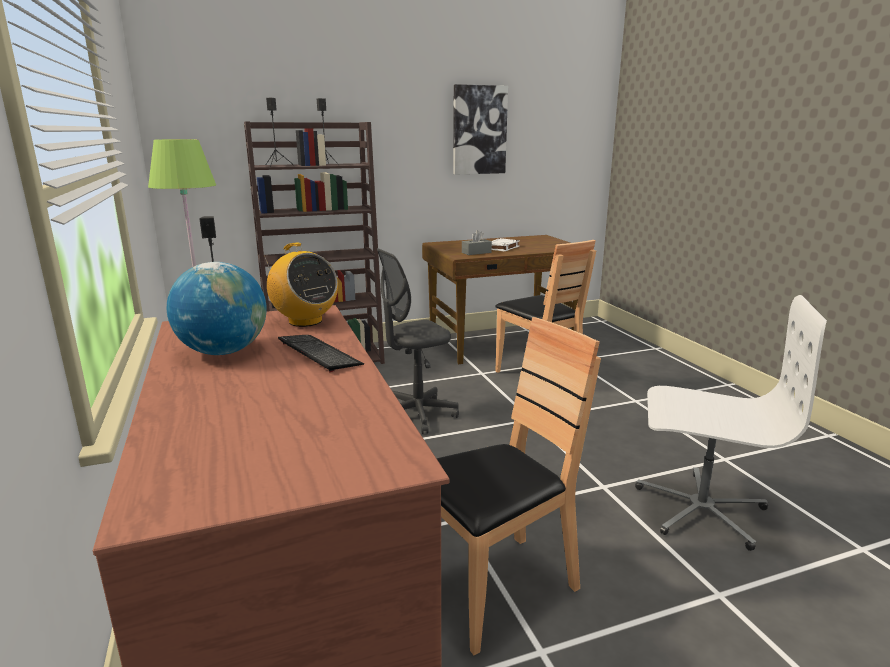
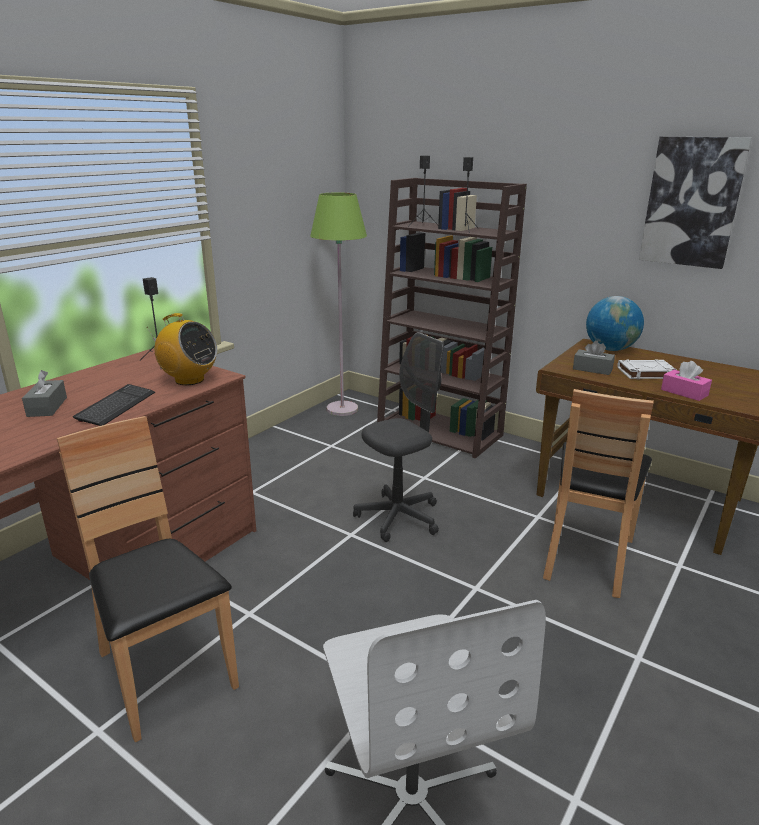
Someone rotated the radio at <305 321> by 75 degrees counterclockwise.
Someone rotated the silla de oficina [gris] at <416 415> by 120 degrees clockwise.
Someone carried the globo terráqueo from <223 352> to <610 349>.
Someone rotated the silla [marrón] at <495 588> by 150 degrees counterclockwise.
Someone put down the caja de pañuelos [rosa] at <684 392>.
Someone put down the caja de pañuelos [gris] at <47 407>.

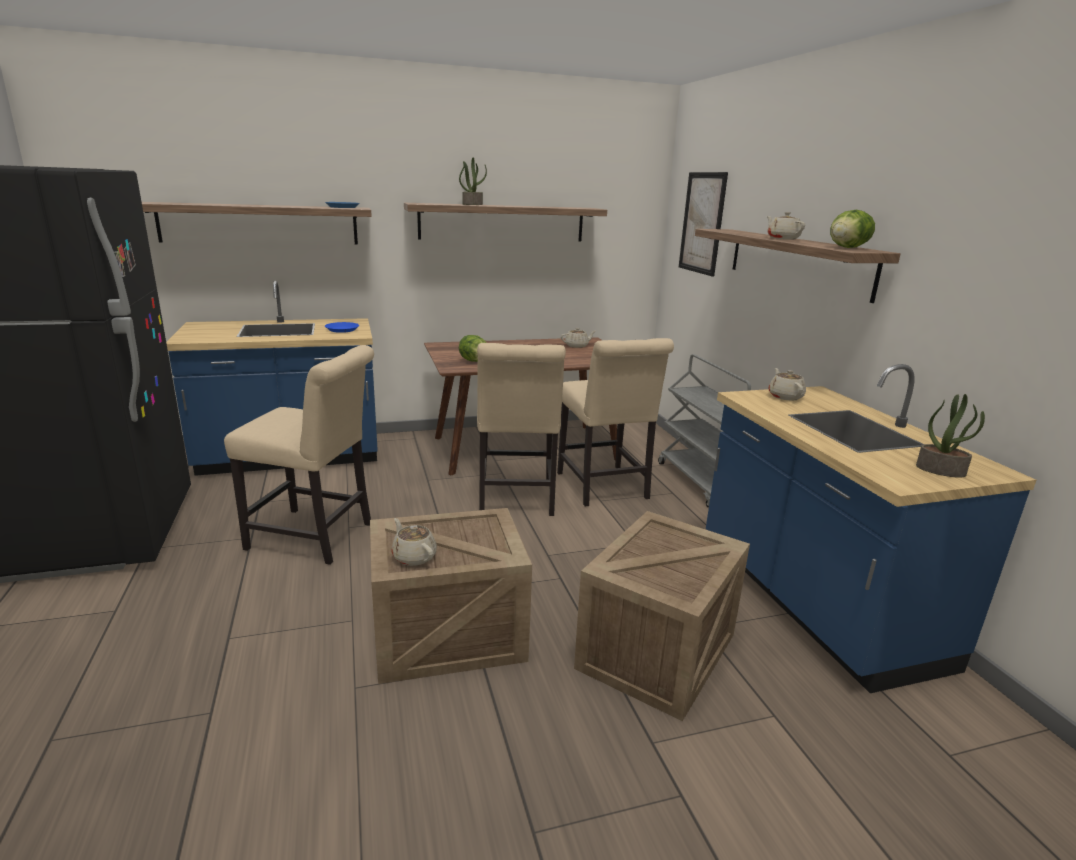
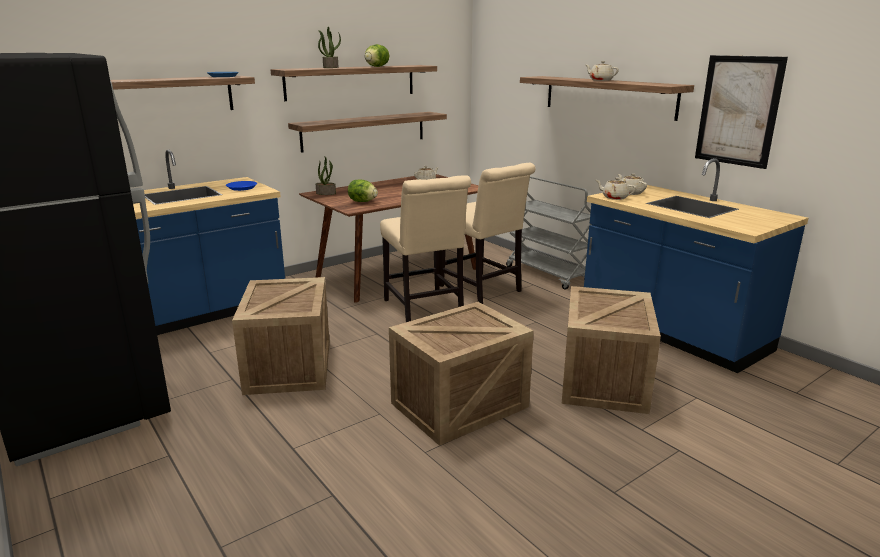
Someone carried the cuadro from <702 223> to <738 111>.
Someone carried the lechuga from <847 248> to <376 66>.
Someone swapped the silla [beis] at <316 537> for the caja de embalaje at <290 367>.
Someone carried the planta en maceta from <941 470> to <326 193>.
Someone carried the tetera [beis] from <414 556> to <614 197>.
Someone put up the estante at <364 131>.

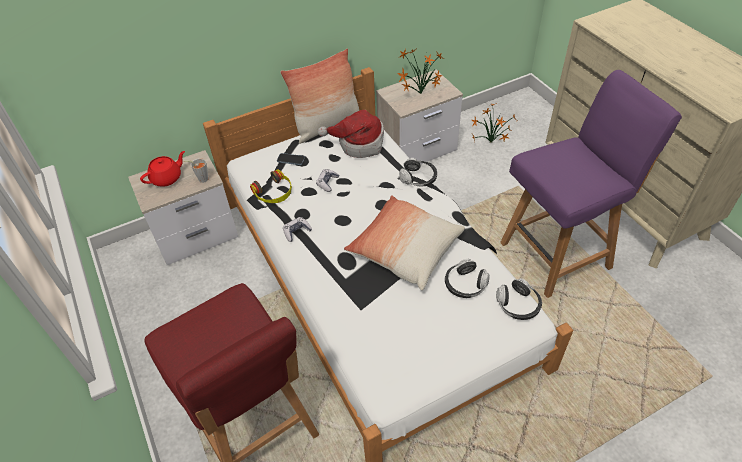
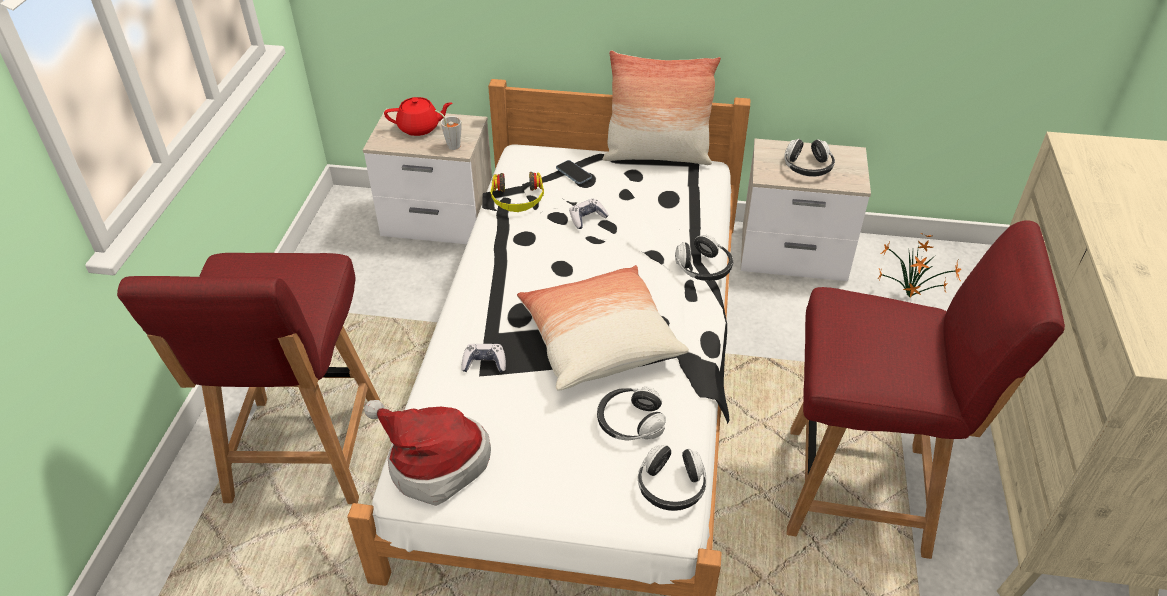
Someone swapped the planta en maceta at <419 94> for the auriculares at <807 167>.
Someone repainted the silla [morado] at <557 254>, which became the silla [rojo] at <862 491>.
Someone carried the sombrero from <358 143> to <433 462>.
Someone carried the mando de consola from <296 232> to <484 363>.

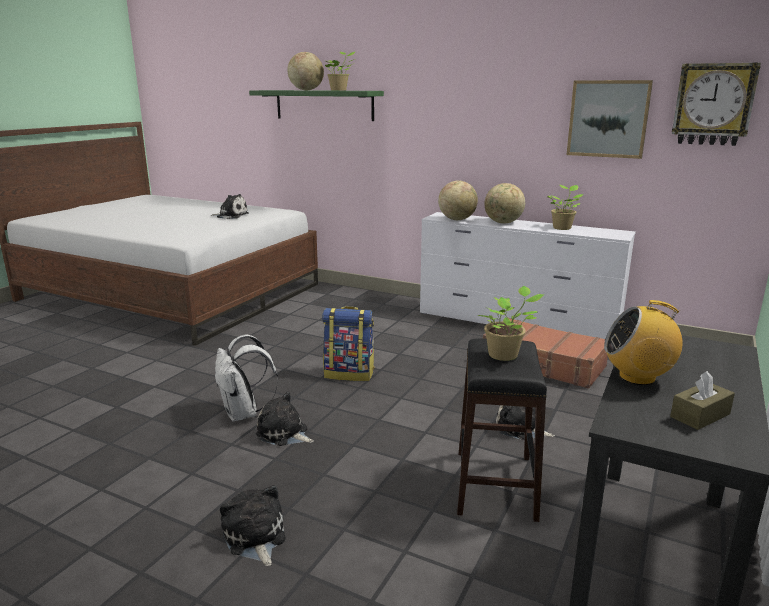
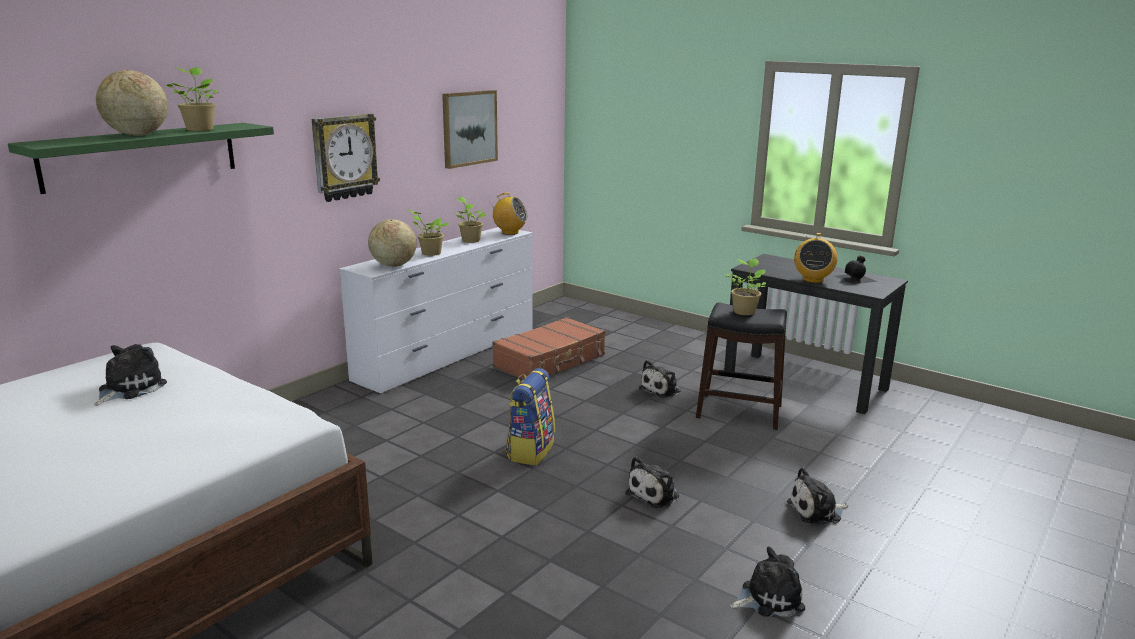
Someone carried the reloj de pared from <713 104> to <344 157>.
Someone swapped the globo terráqueo at <503 223> for the planta en maceta at <429 253>.
Someone took away the mochila [blanco] at <244 413>.
Someone swapped the caja de pañuelos [marrón] at <700 415> for the botella [negro] at <856 278>.
Someone put down the radio at <510 232>.
Someone put down the peluche at <768 598>.

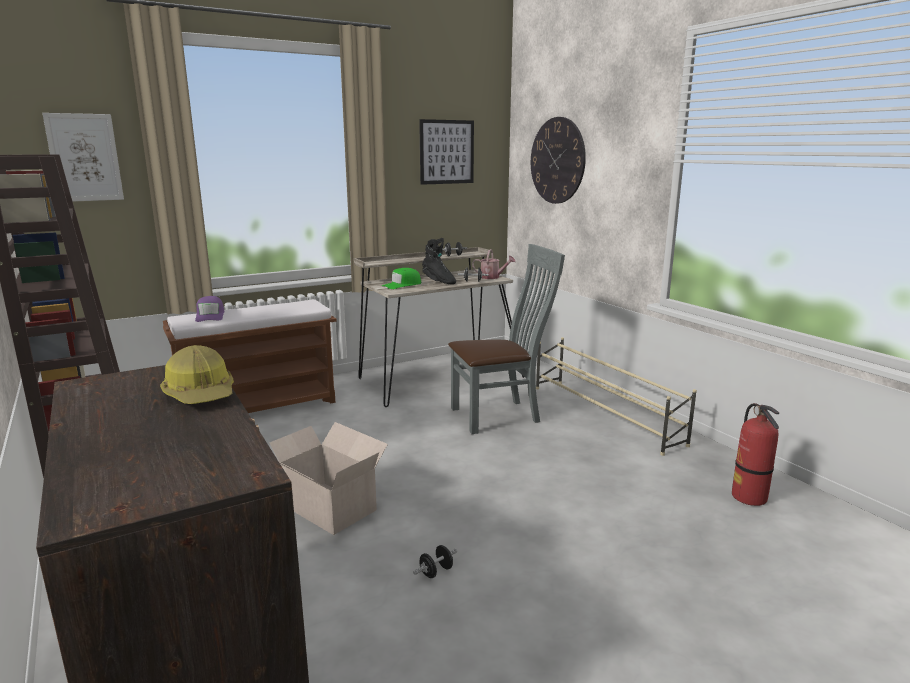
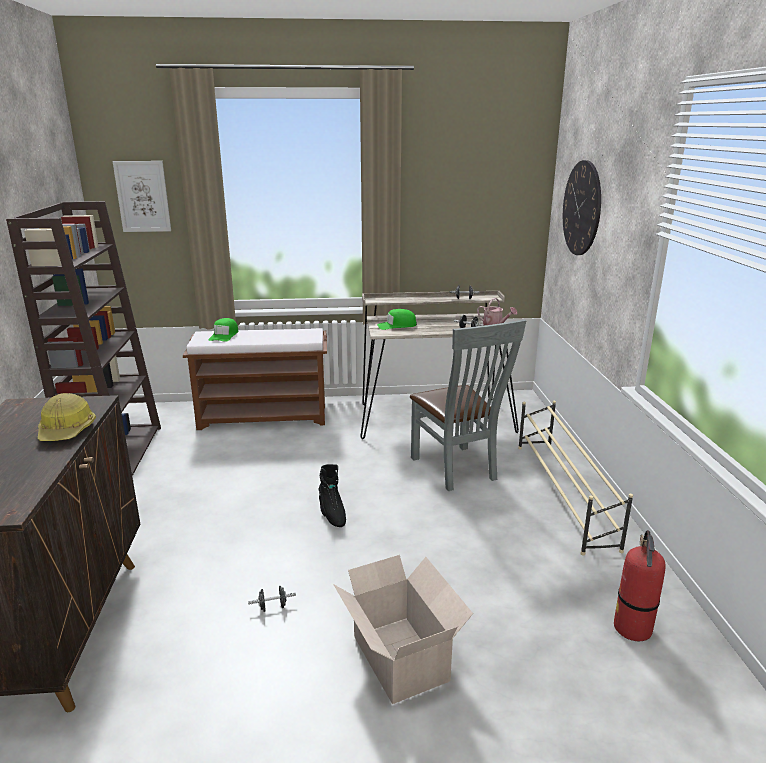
Someone took away the cuadro at <447 152>.
Someone carried the bota [negro] from <438 281> to <332 514>.
Someone rotated the silla [gris] at <500 415> by 60 degrees clockwise.
Someone repainted the gorra [morado] at <210 316>, which became the gorra [verde] at <224 335>.
Someone carried the caja de cartón from <327 506> to <399 655>.

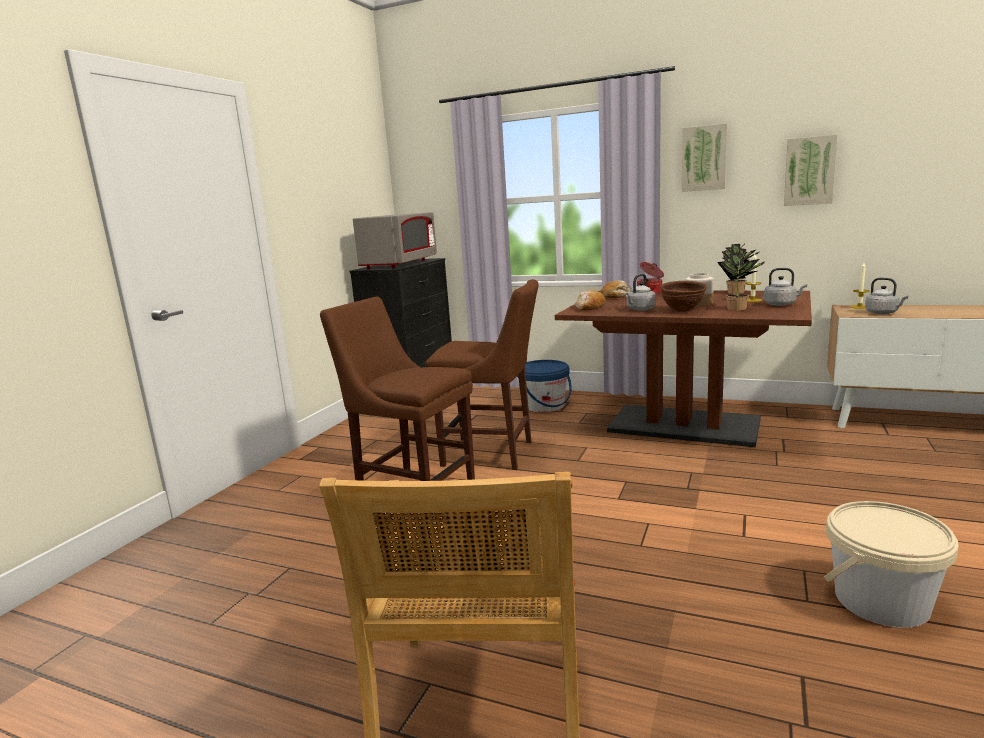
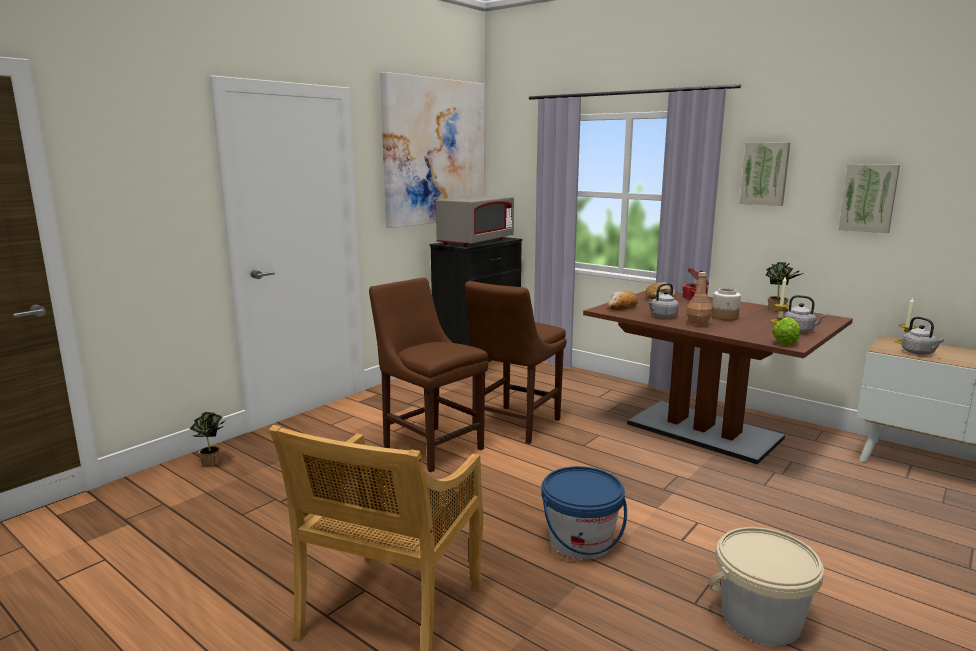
Someone carried the planta en maceta from <739 308> to <213 462>.
Someone rotated the silla [marrón] at <492 454> by 90 degrees clockwise.
Someone swapped the cuenco [marrón] at <682 311> for the botella [marrón] at <698 324>.
Someone carried the cubo [azul] from <544 405> to <580 541>.
Someone put up the cuadro at <434 152>.
Someone put down the lechuga at <785 342>.

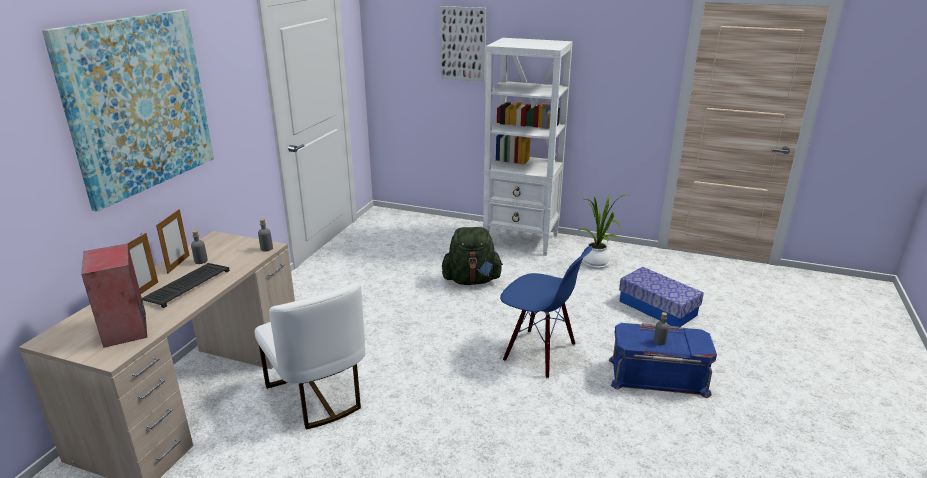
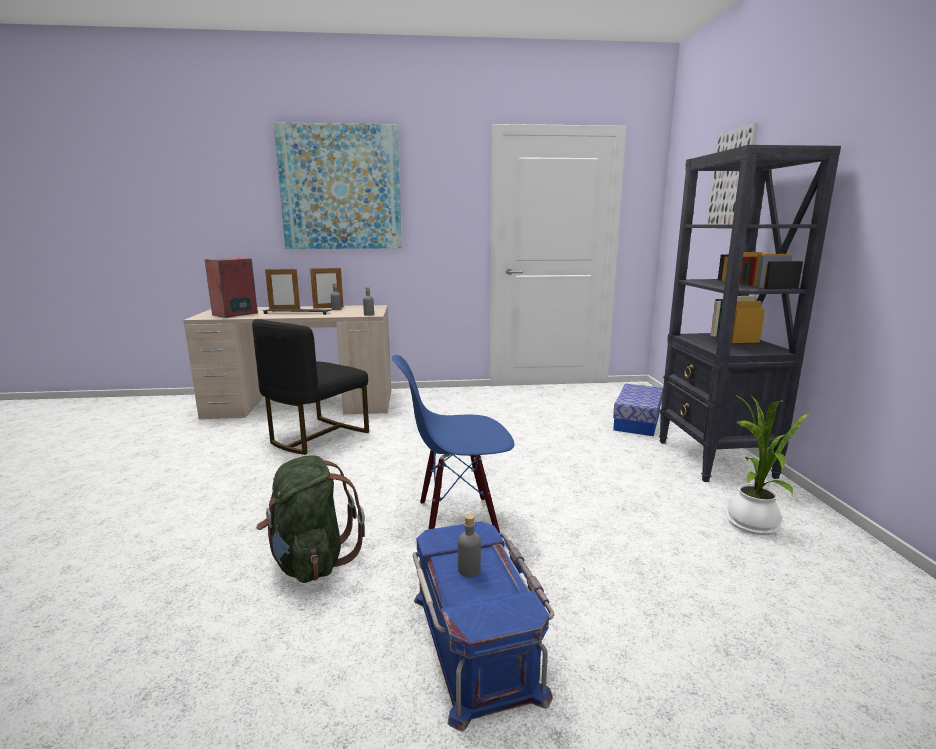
Someone repainted the estantería [blanco] at <522 240>, which became the estantería [negro] at <715 459>.
Someone carried the mochila [verde] from <471 280> to <311 561>.
Someone rotated the silla [azul] at <539 353> by 75 degrees clockwise.
Someone carried the caja de almacenaje from <657 308> to <637 421>.
Someone repainted the silla [blanco] at <318 395>, which became the silla [negro] at <316 436>.

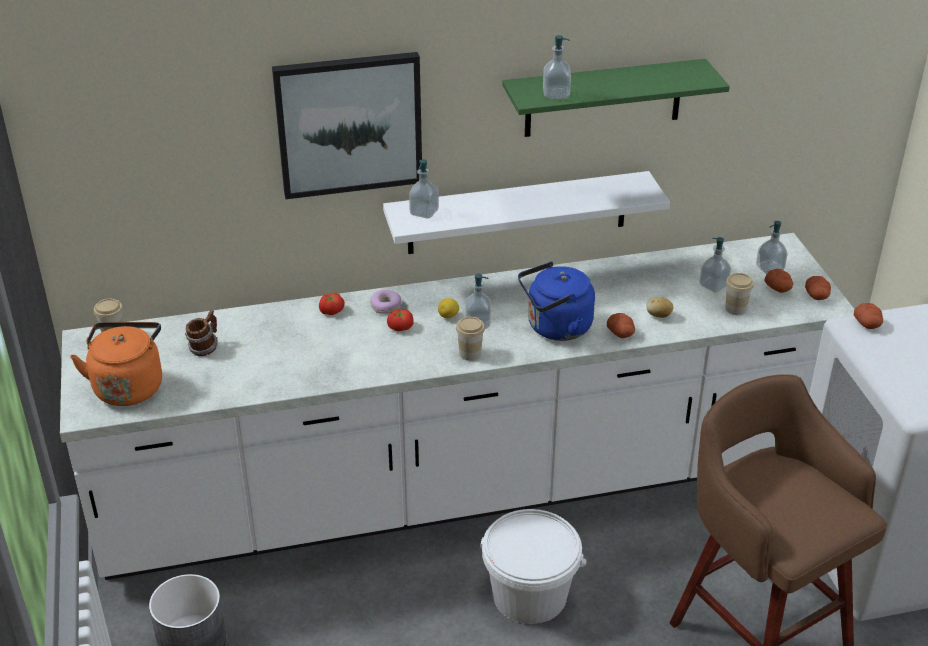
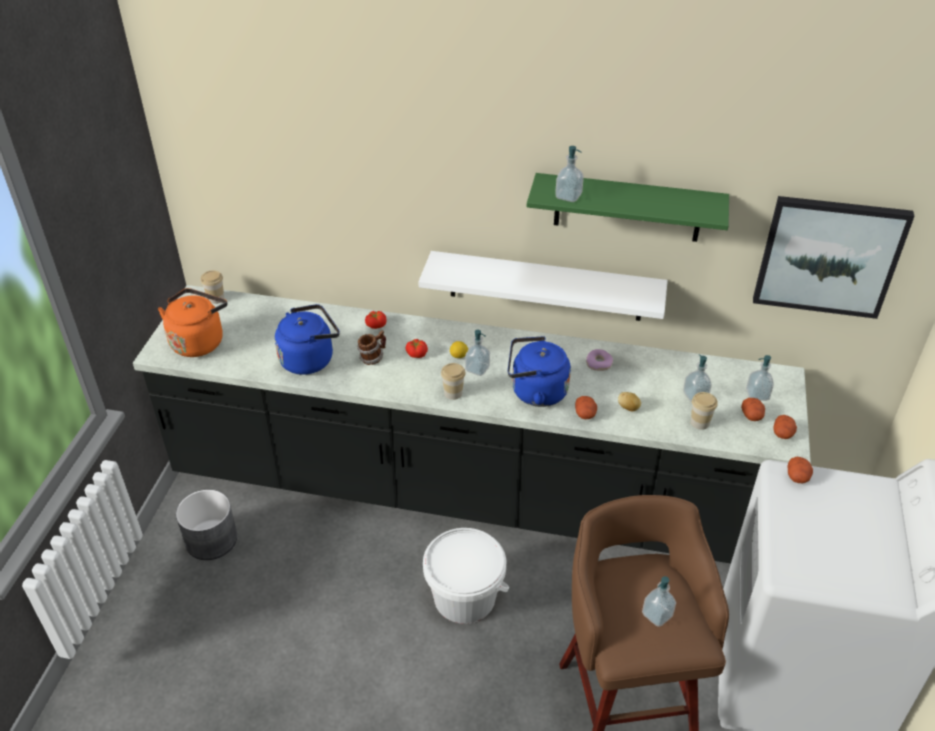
Someone carried the cuadro from <349 124> to <828 256>.
Someone carried the dispensador de jabón from <424 212> to <657 615>.
Someone repainted the mueble bajo de cocina [blanco] at <464 490>, which became the mueble bajo de cocina [negro] at <467 493>.
Someone carried the rosquilla from <386 306> to <599 364>.
Someone carried the taza grande from <204 347> to <373 358>.
Someone put down the hervidor [azul] at <310 359>.

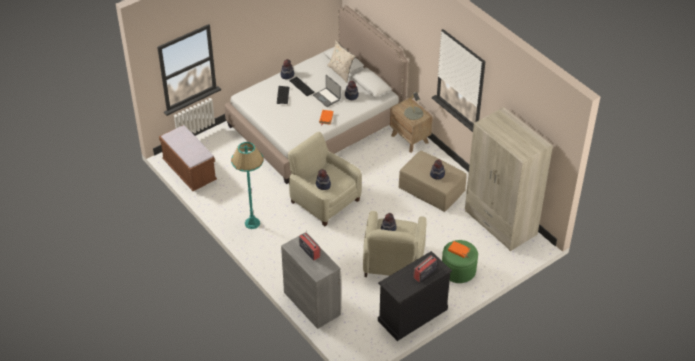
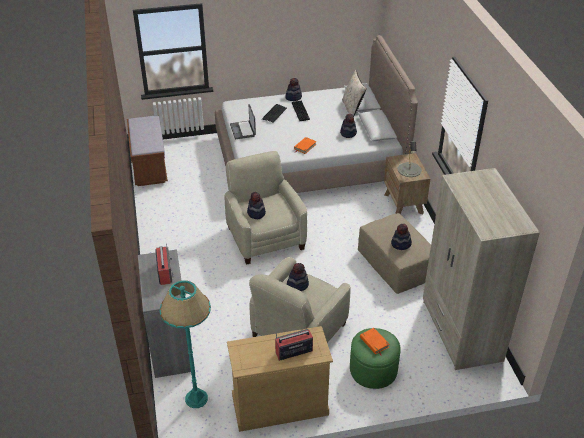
Someone carried the portátil from <327 97> to <243 130>.
Someone carried the lámpara de pie [turquesa] from <252 223> to <196 398>.
Someone repainted the cómoda [negro] at <412 315>, which became the cómoda [beis] at <279 405>.

